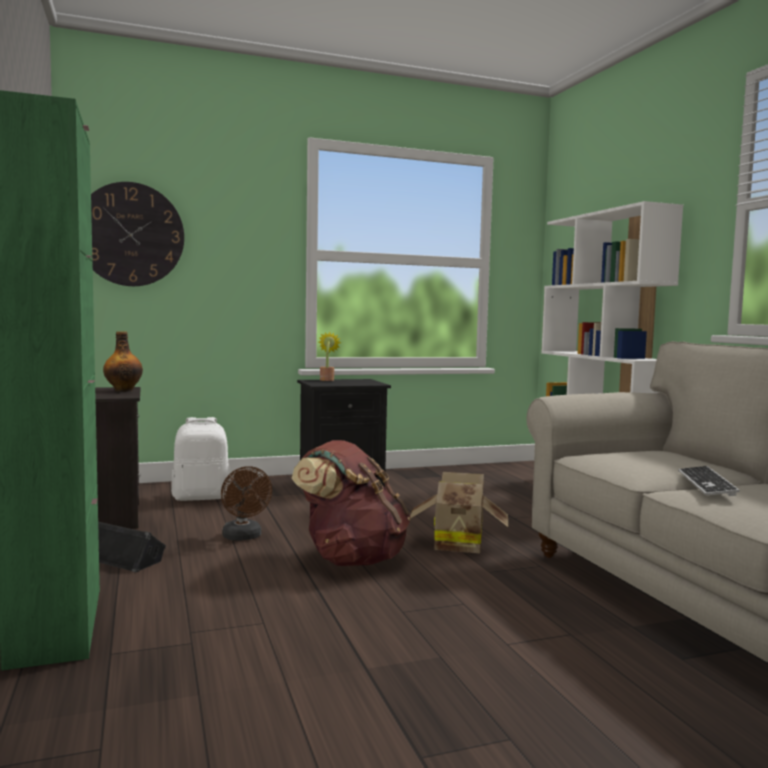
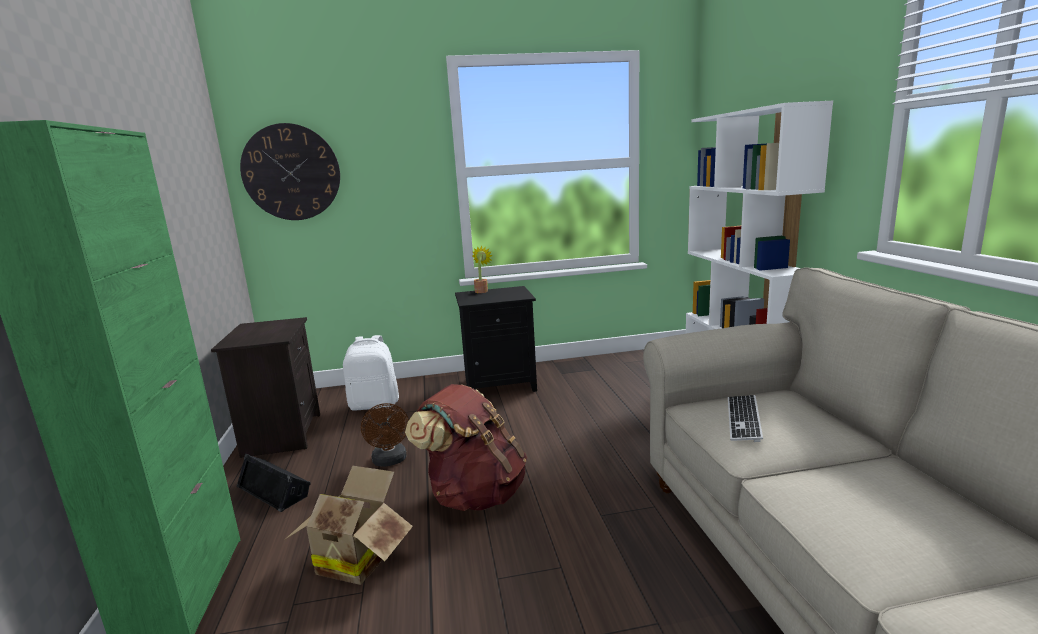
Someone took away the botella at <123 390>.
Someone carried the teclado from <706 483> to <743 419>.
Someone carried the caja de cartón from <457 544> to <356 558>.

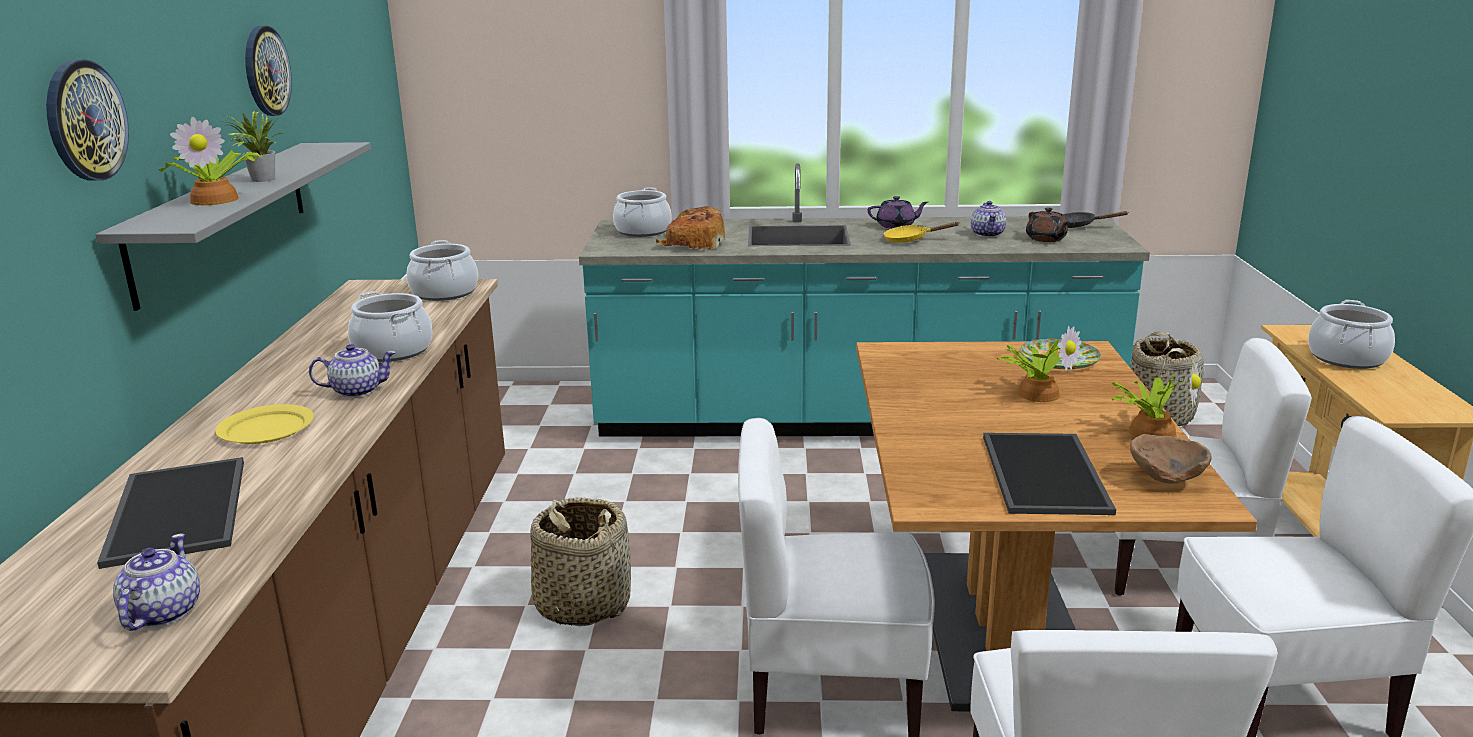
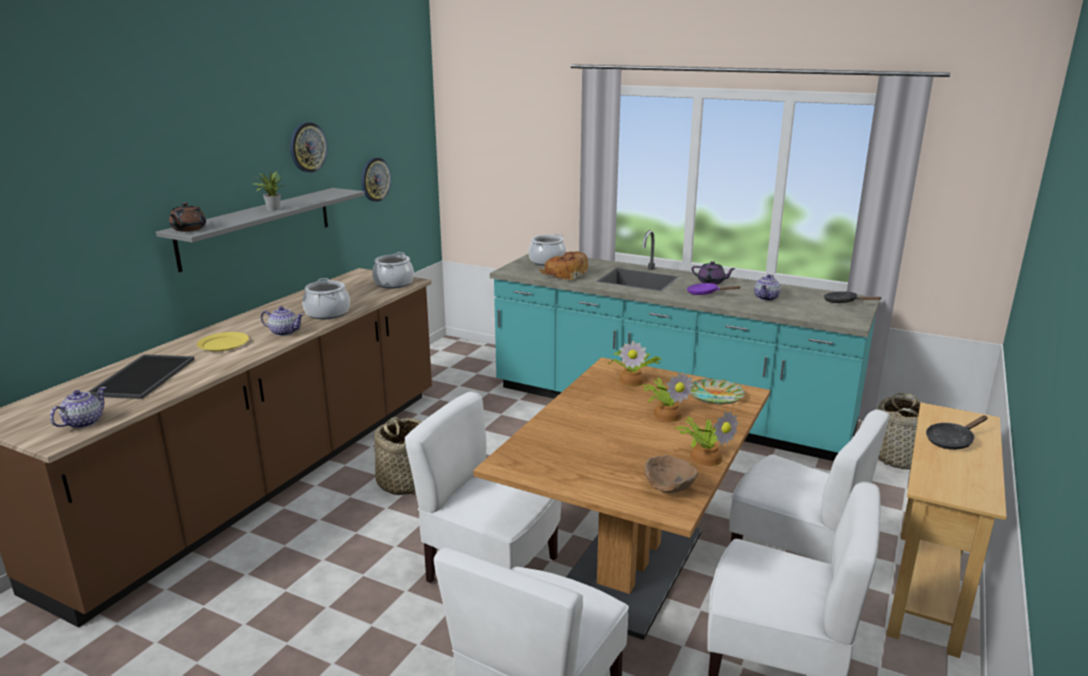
Someone carried the reloj de pared from <85 120> to <375 179>.
Someone carried the planta en maceta from <217 199> to <633 380>.
Someone carried the tetera [marrón] from <1046 239> to <188 229>.
Someone repainted the sartén [amarillo] at <910 240>, which became the sartén [morado] at <705 293>.
Someone swapped the olla at <1346 358> for the sartén [negro] at <952 441>.
Someone took away the bandeja at <1047 474>.

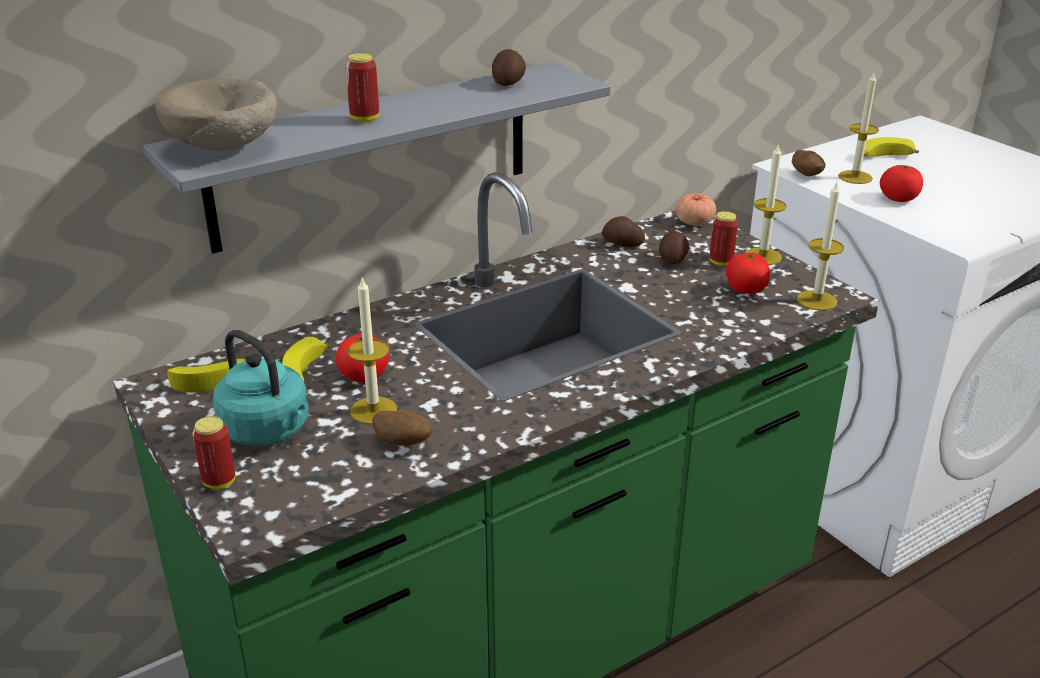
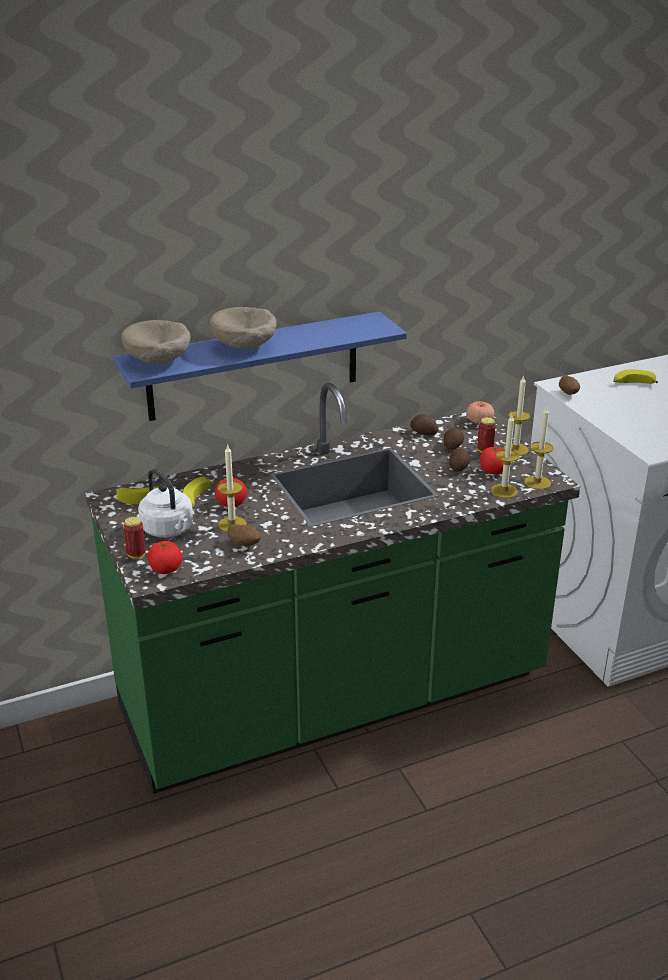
Someone carried the patata from <508 82> to <459 467>.
Someone swapped the lata at <365 119> for the cuenco [beis] at <245 347>.
Someone repainted the estante [gris] at <373 155>, which became the estante [azul] at <254 366>.
Someone carried the vela from <855 177> to <504 491>.
Someone carried the tomate from <898 199> to <165 569>.
Someone repainted the hervidor [turquesa] at <268 431>, which became the hervidor [blanco] at <169 530>.

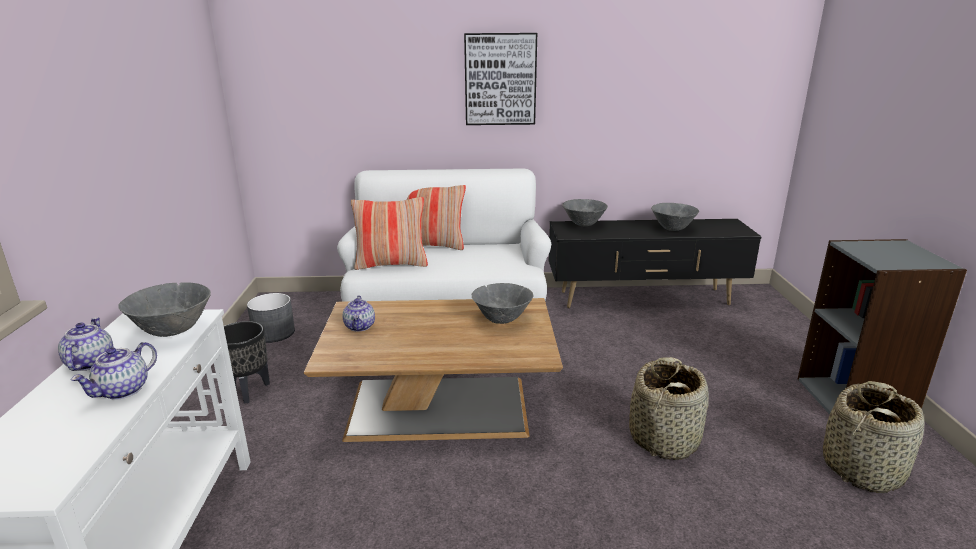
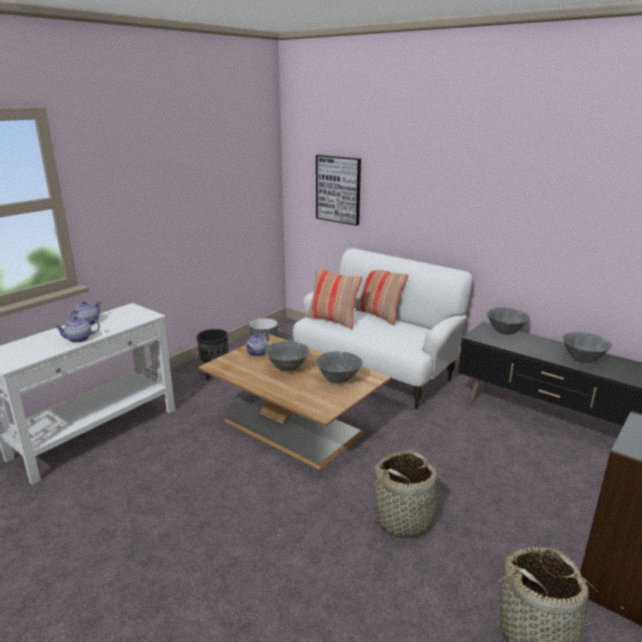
Someone carried the cuadro from <500 79> to <338 189>.
Someone carried the cuenco [gris] from <173 332> to <287 368>.

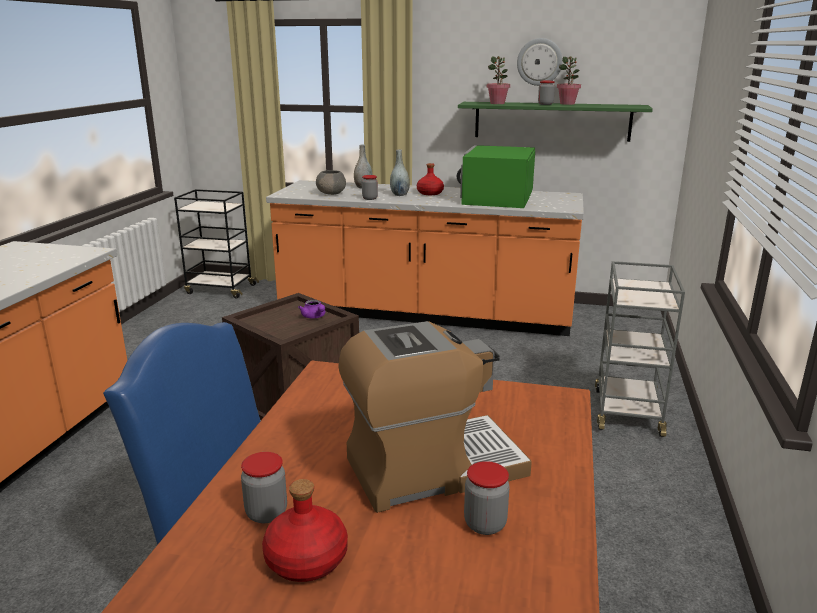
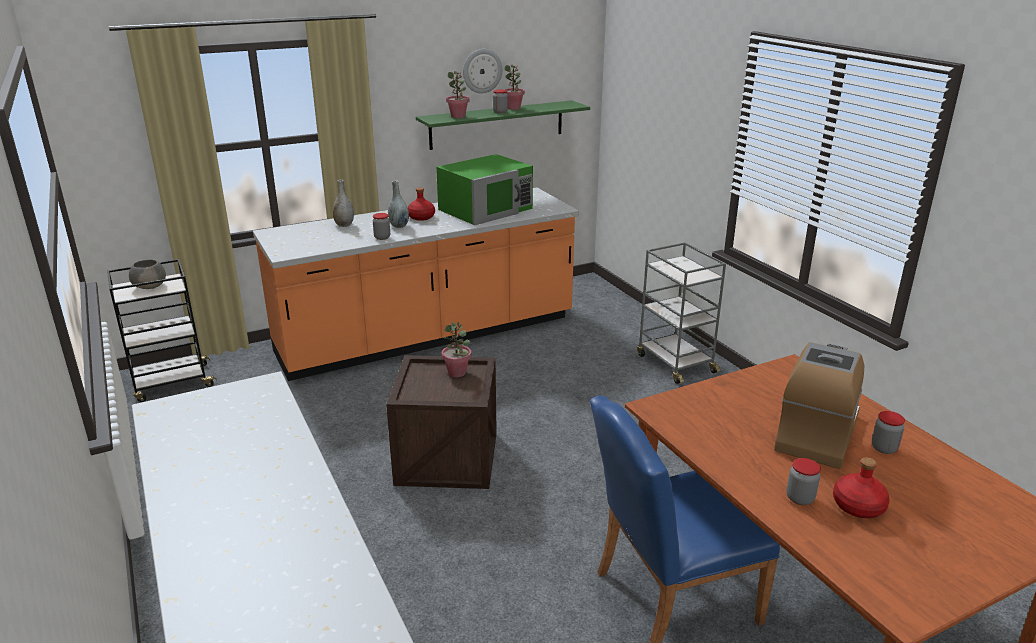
Someone rotated the microondas [verde] at <496 198> by 105 degrees counterclockwise.
Someone carried the cuenco [gris] from <332 193> to <150 286>.
Someone swapped the tetera [morado] at <314 317> for the planta en maceta at <457 372>.

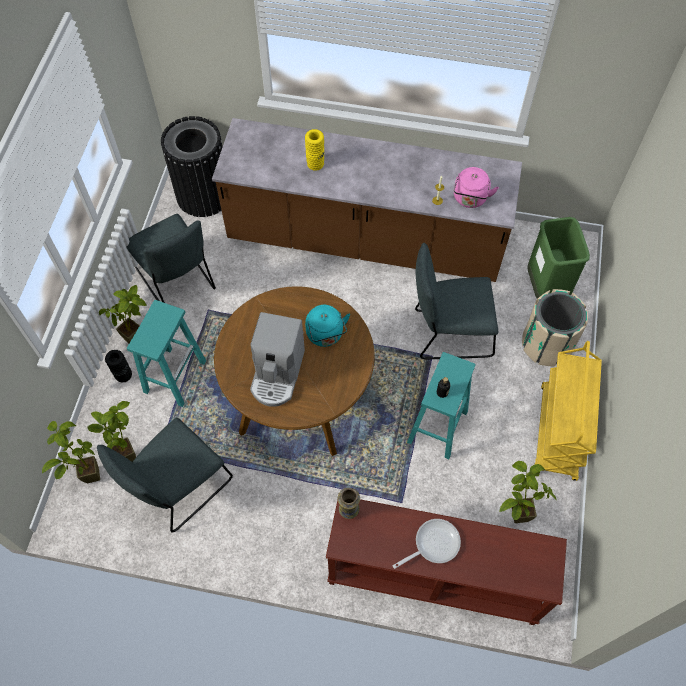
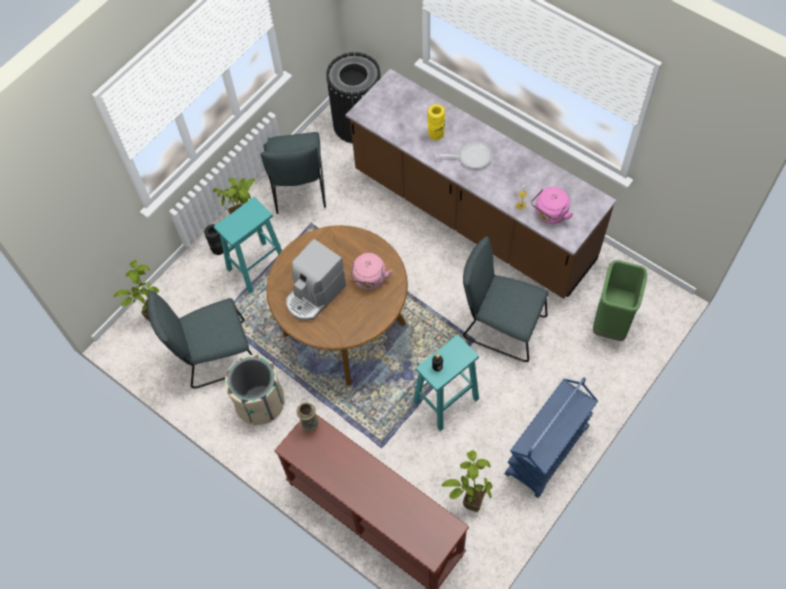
Someone carried the papelera [beis] from <546 344> to <260 403>.
Someone repainted the hervidor [turquesa] at <326 335>, which became the hervidor [rosa] at <369 280>.
Someone repainted the carrito [amarillo] at <558 433>, which became the carrito [azul] at <547 452>.
Someone took away the planta en maceta at <127 451>.
Someone carried the sartén from <433 544> to <471 156>.

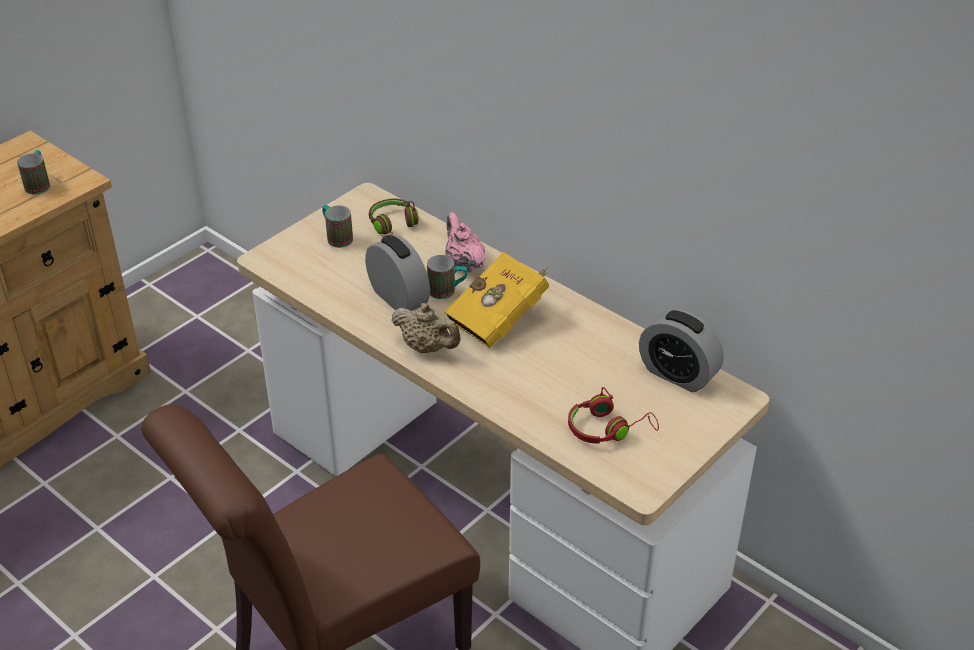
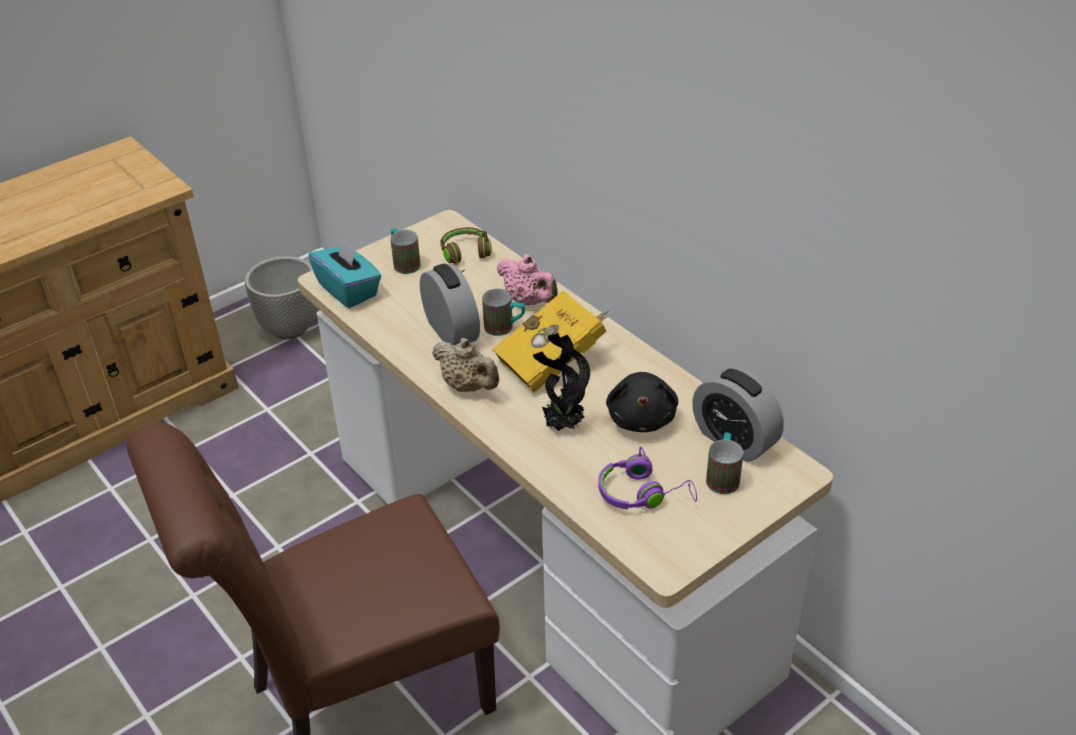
Someone carried the taza grande from <39 184> to <723 476>.
Someone rotated the tetera [rosa] at <463 264> by 150 degrees clockwise.
Someone repainted the auriculares [rojo] at <608 428>, which became the auriculares [morado] at <643 493>.
Someone put down the caja de pañuelos [turquesa] at <348 290>.
Someone put down the maceta at <290 328>.
Someone put down the planta en maceta at <562 426>.
Someone put down the peluche [negro] at <641 417>.

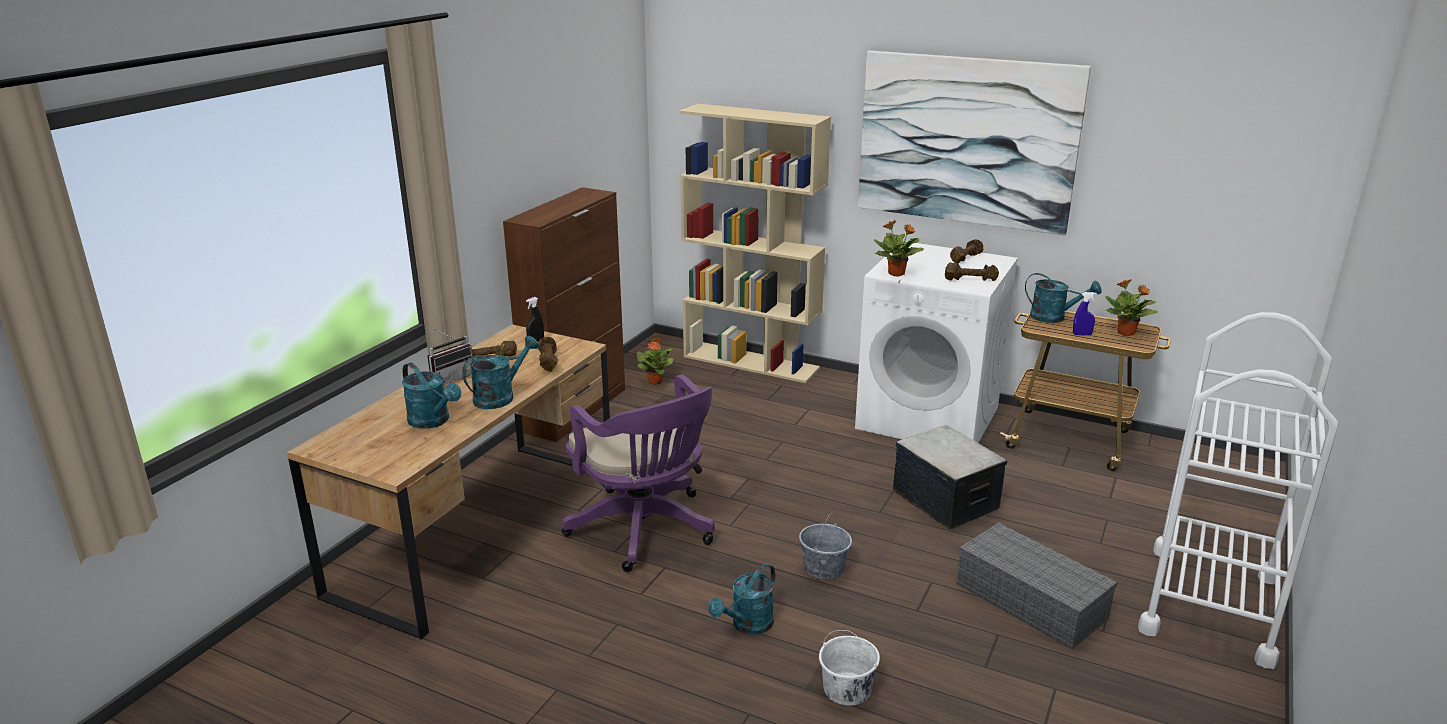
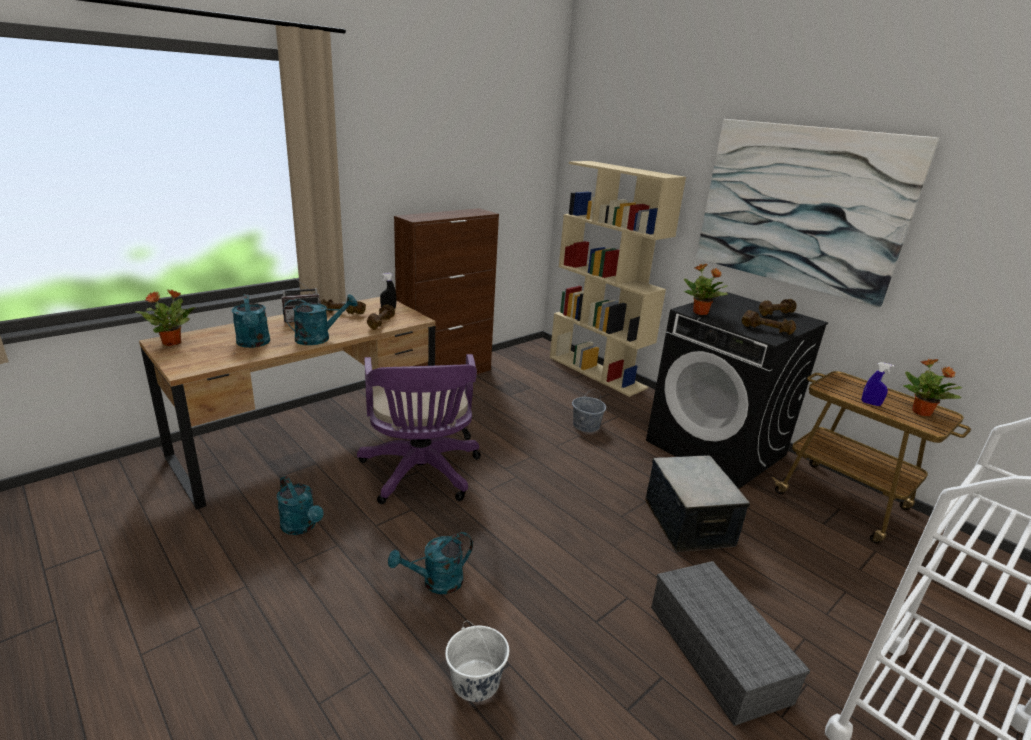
Someone repainted the lavadora [blanco] at <929 418>, which became the lavadora [negro] at <716 448>.
Someone carried the regadera [turquesa] from <1054 317> to <301 527>.
Someone carried the planta en maceta from <655 381> to <172 342>.
Someone carried the cubo [gris] from <824 568> to <586 425>.

